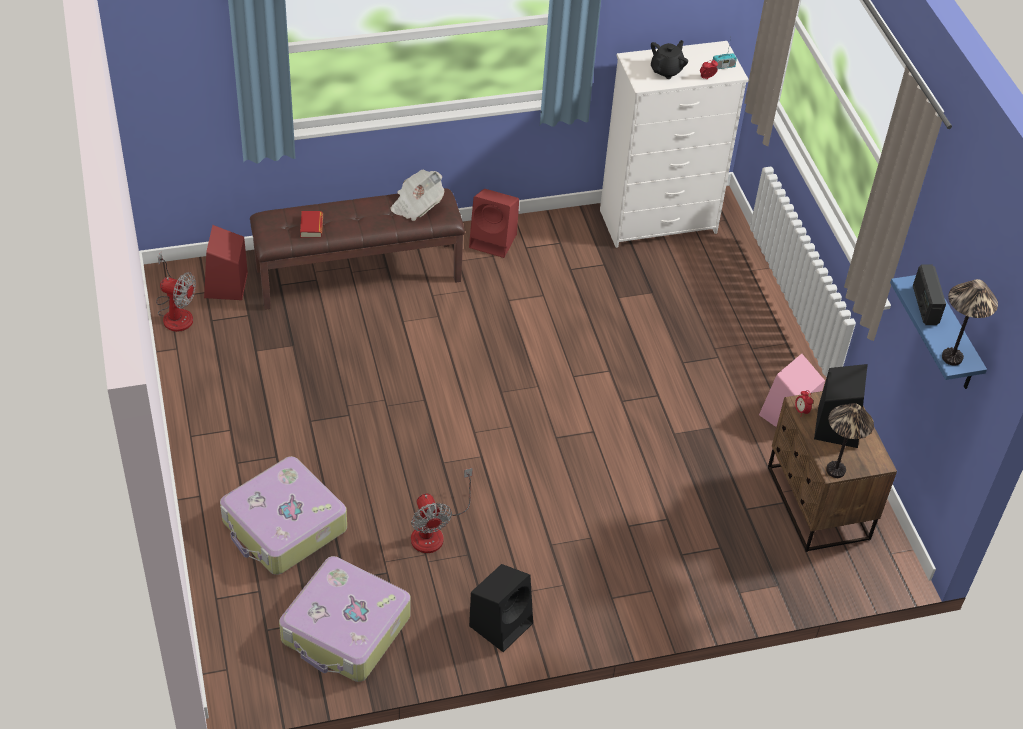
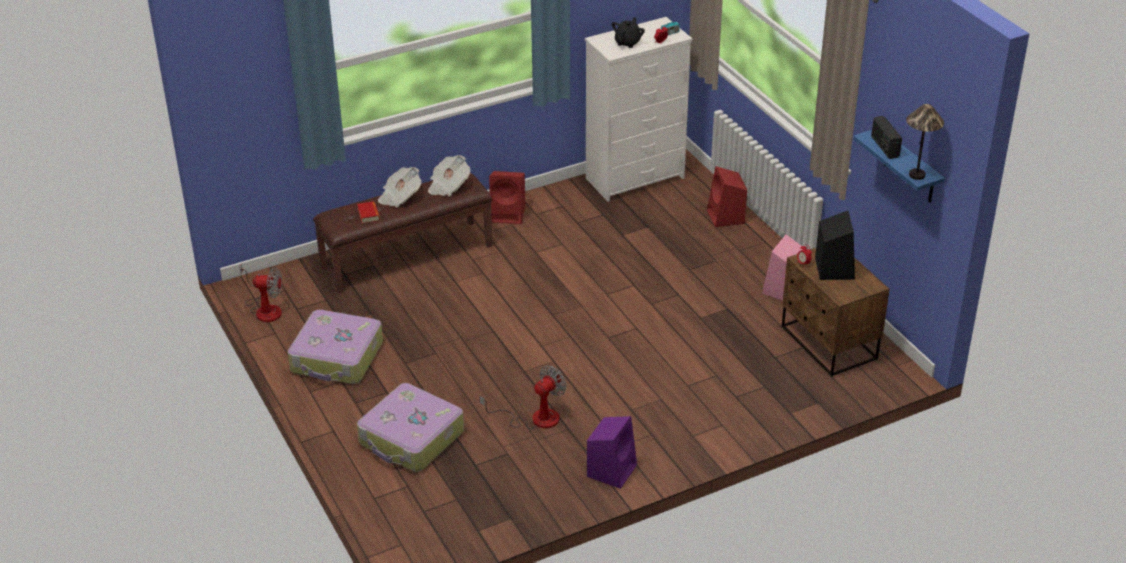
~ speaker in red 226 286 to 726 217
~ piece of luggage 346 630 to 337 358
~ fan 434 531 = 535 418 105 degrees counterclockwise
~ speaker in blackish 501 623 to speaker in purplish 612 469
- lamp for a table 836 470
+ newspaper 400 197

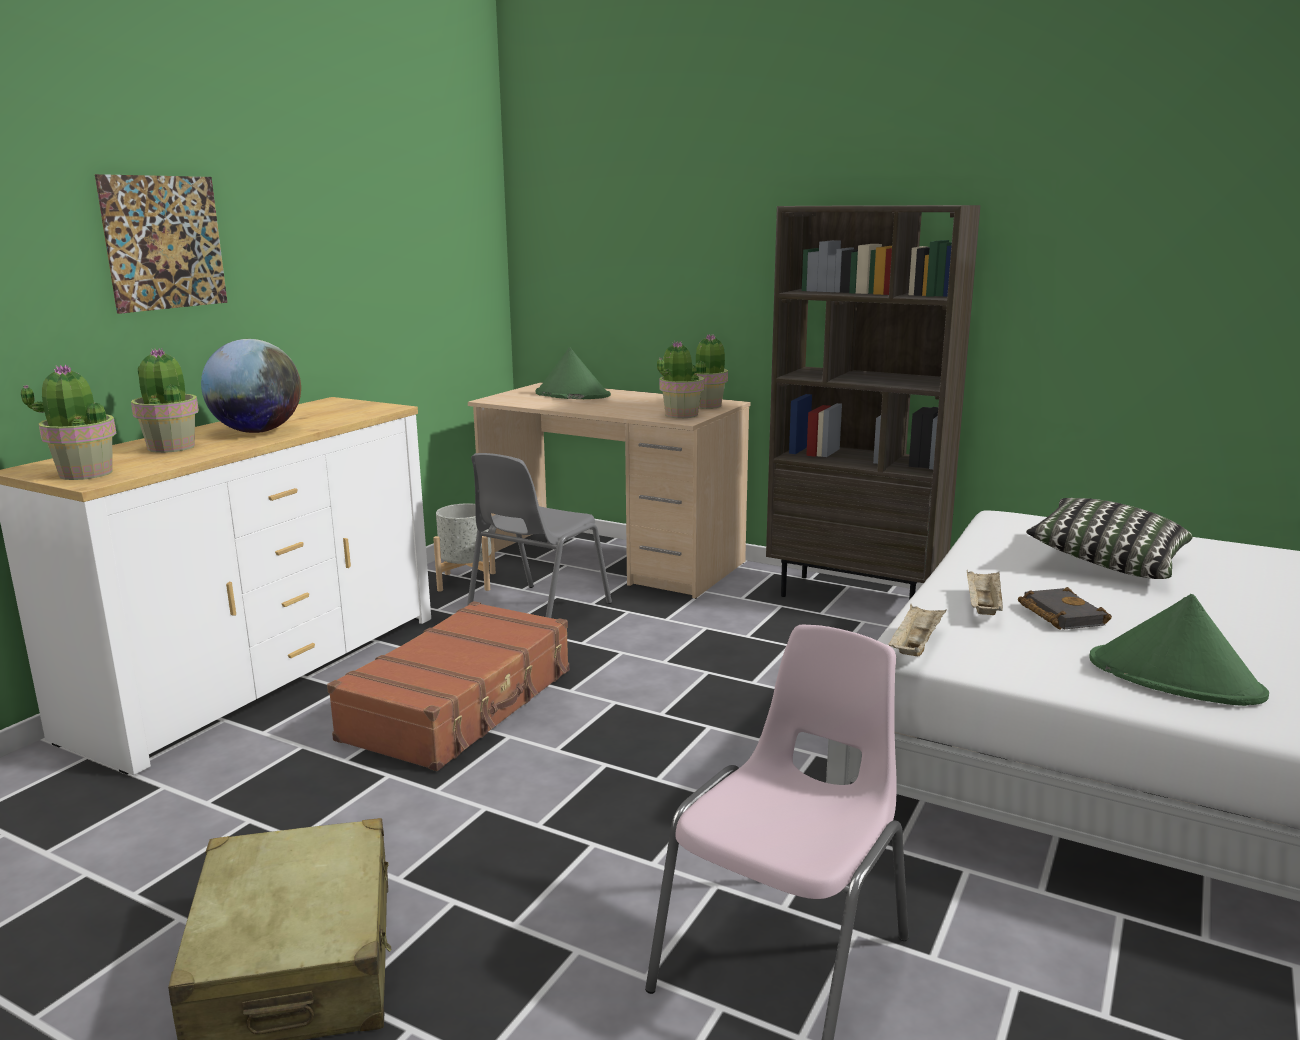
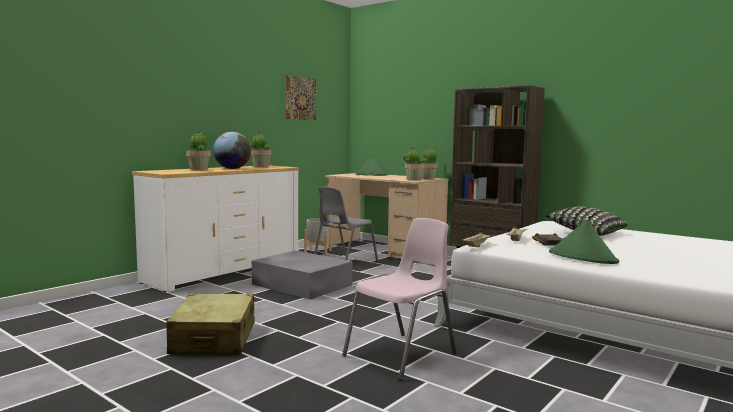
~ potted plant 85 473 to 260 167
~ wall art 164 242 to 301 98
~ piece of luggage in brownish 461 705 to storage box in greyish 301 284

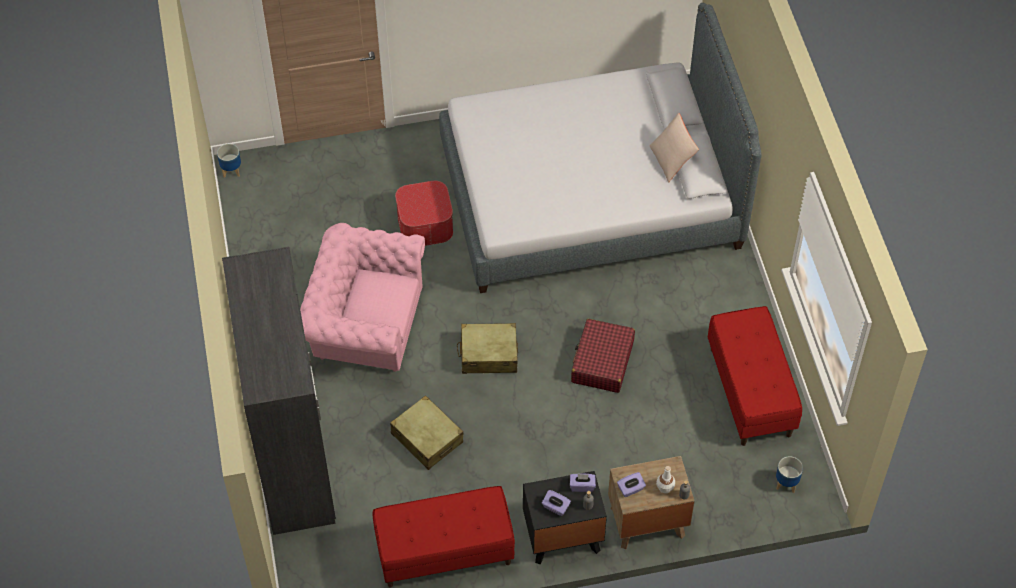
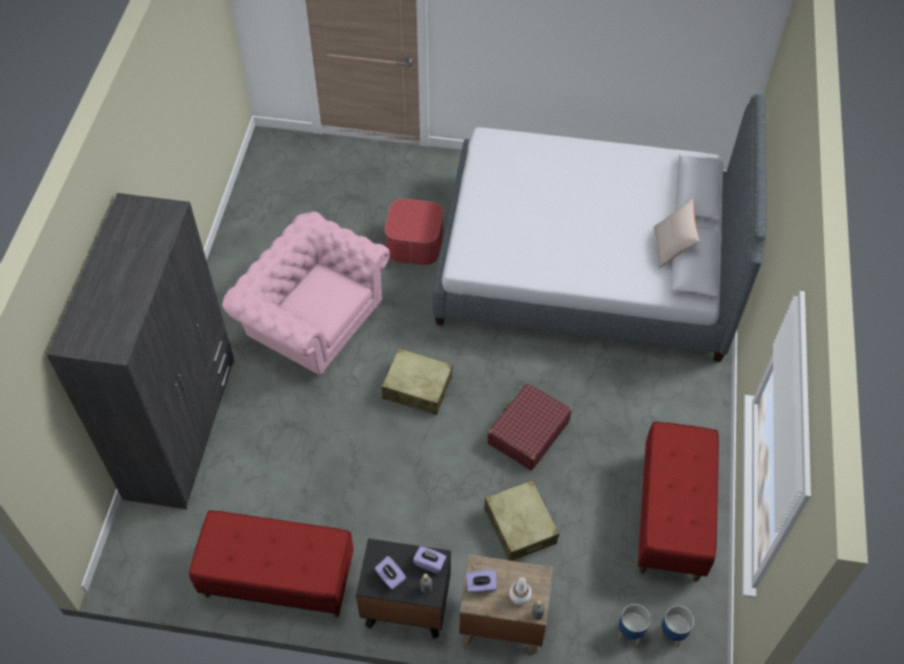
~ planter 231 171 to 630 632
~ piece of luggage in beige 427 438 to 520 526

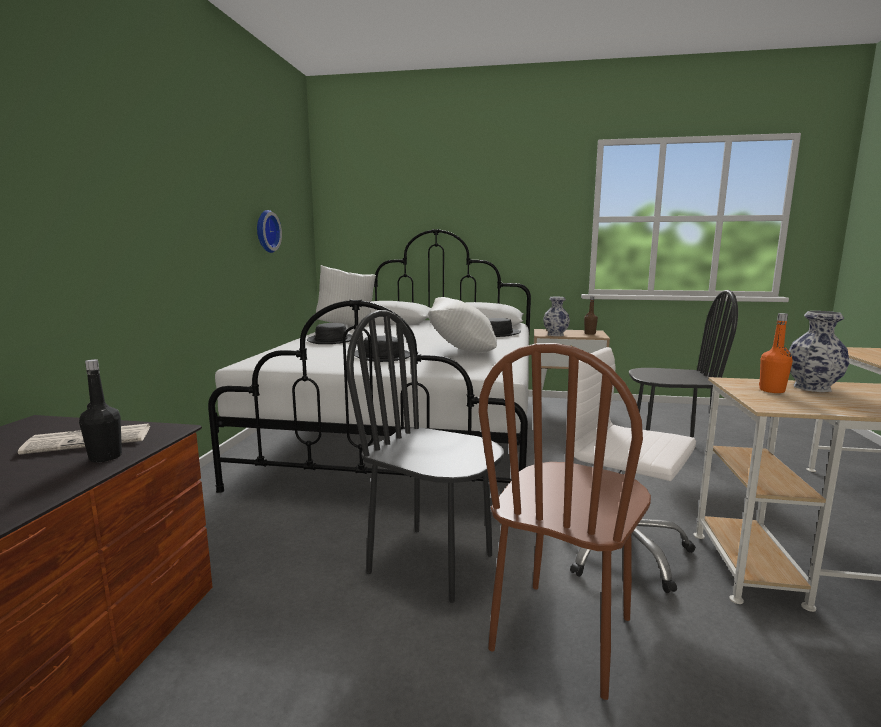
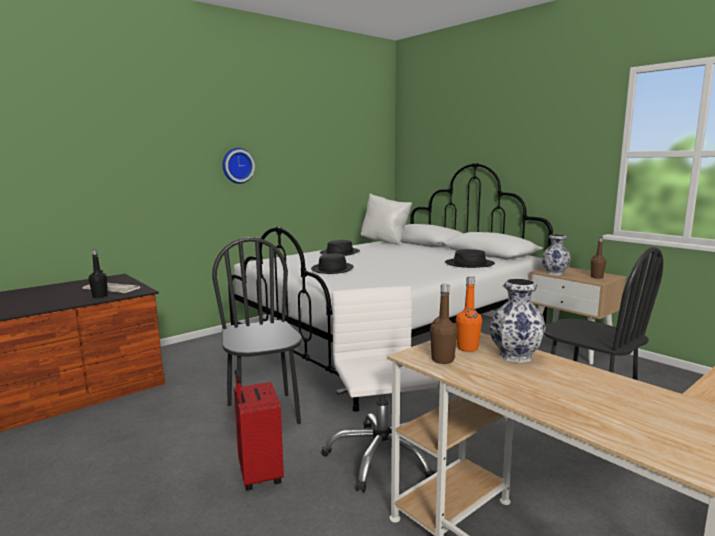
~ clock on the wall 265 231 to 237 165
- cushion in white-coloured 462 351
~ chair in brownish 563 634 to piece of luggage in red 258 475
+ drink bottle in brownish 442 360

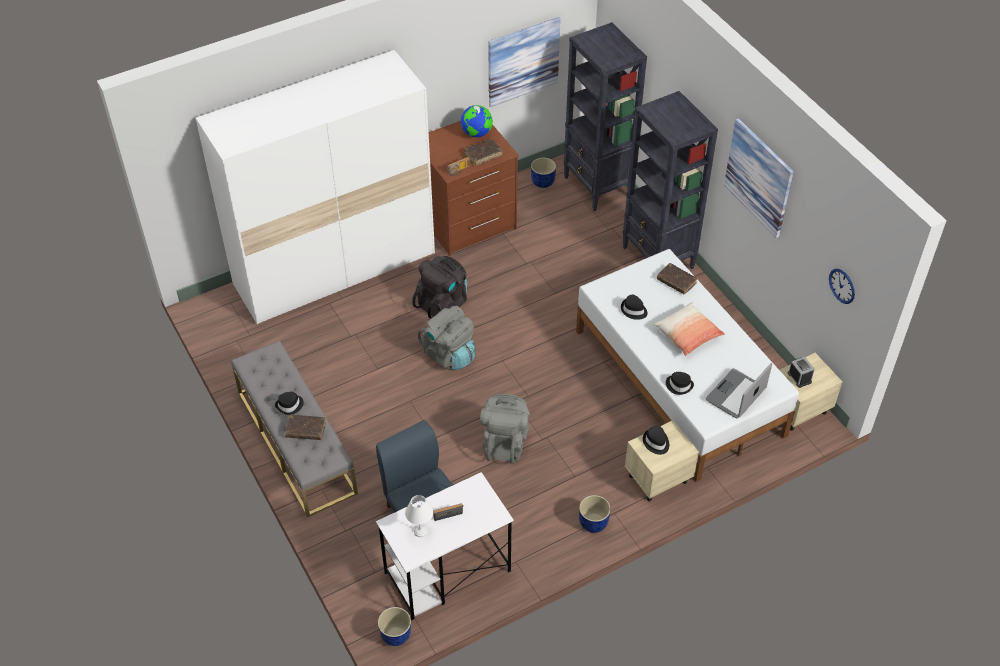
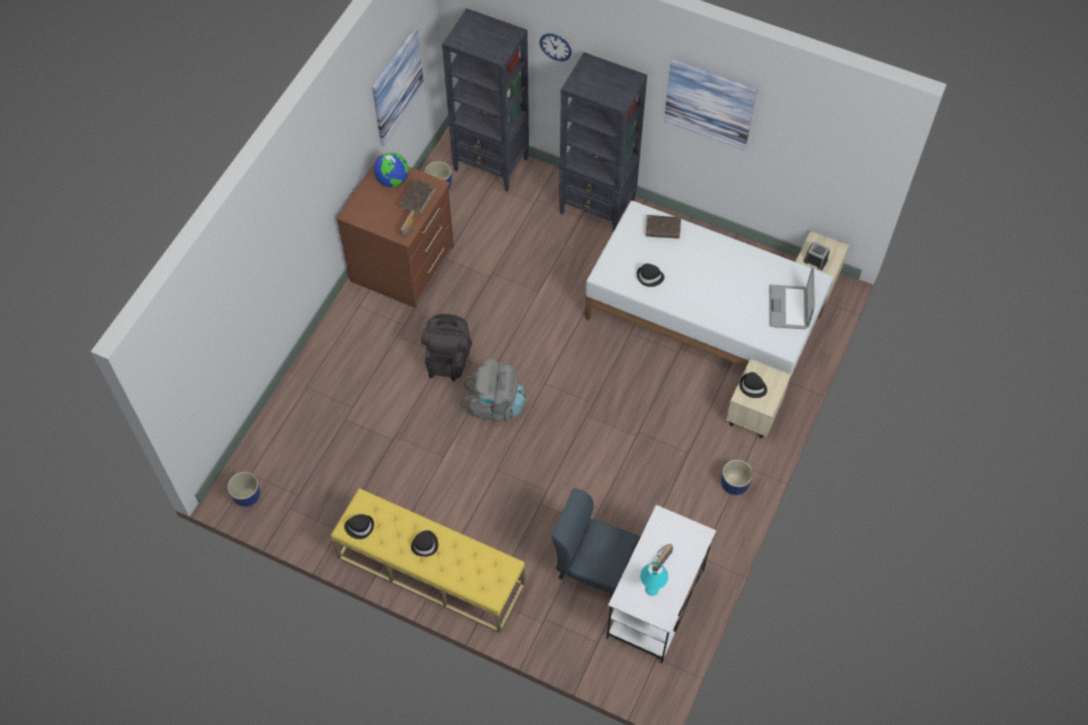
- armoire in white-coloured 335 269
~ indoor bench in greyish 296 442 to indoor bench in yellow-coloured 430 571
- book in brownish 306 430
~ planter 396 635 to 247 496
~ lamp for a table in white-coloured 421 532 to lamp for a table in blue-green 652 589
- rucksack in greyish 504 442
- cushion 688 335
~ clothing hat in blackish 679 385 to 359 527
~ clock on the wall 842 286 to 555 47

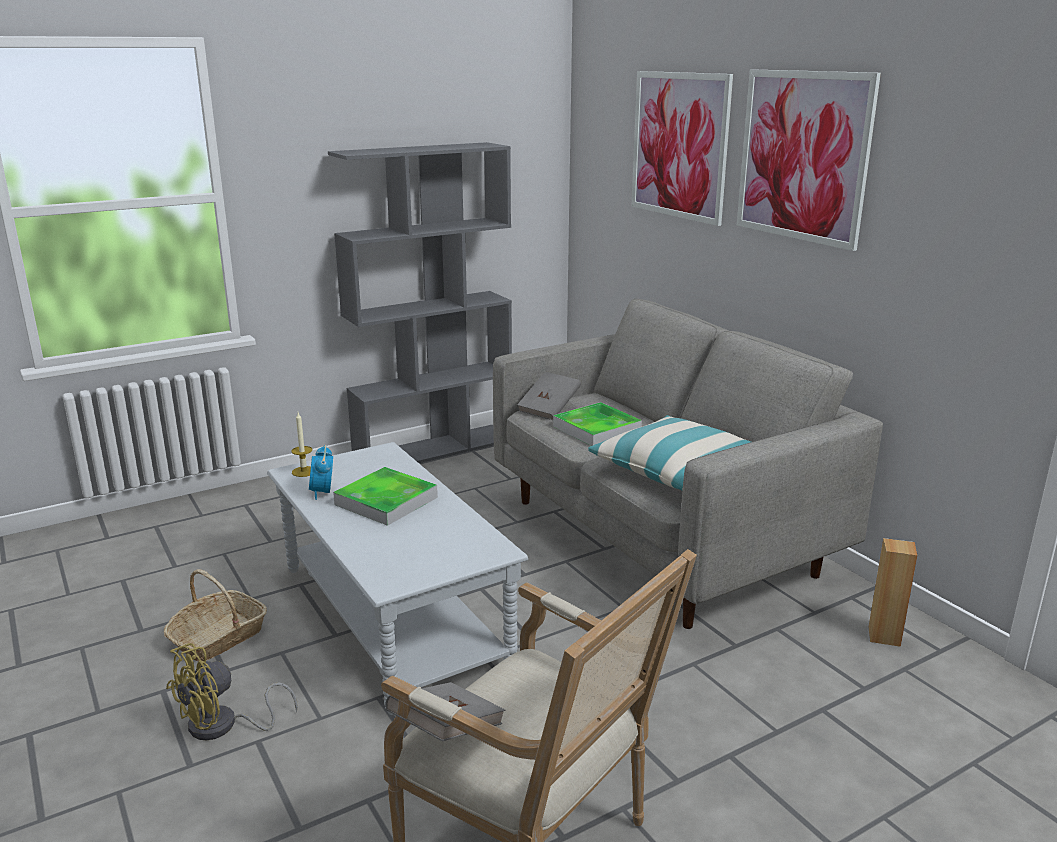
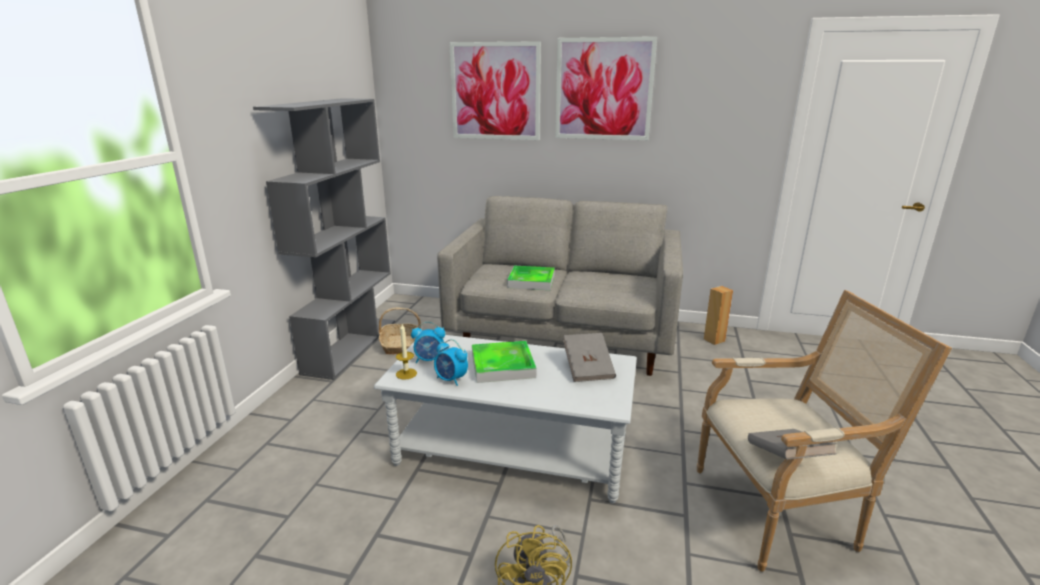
~ basket 218 637 to 400 345
~ book in greyish 549 409 to 588 369
- cushion 675 469
+ table clock 429 360

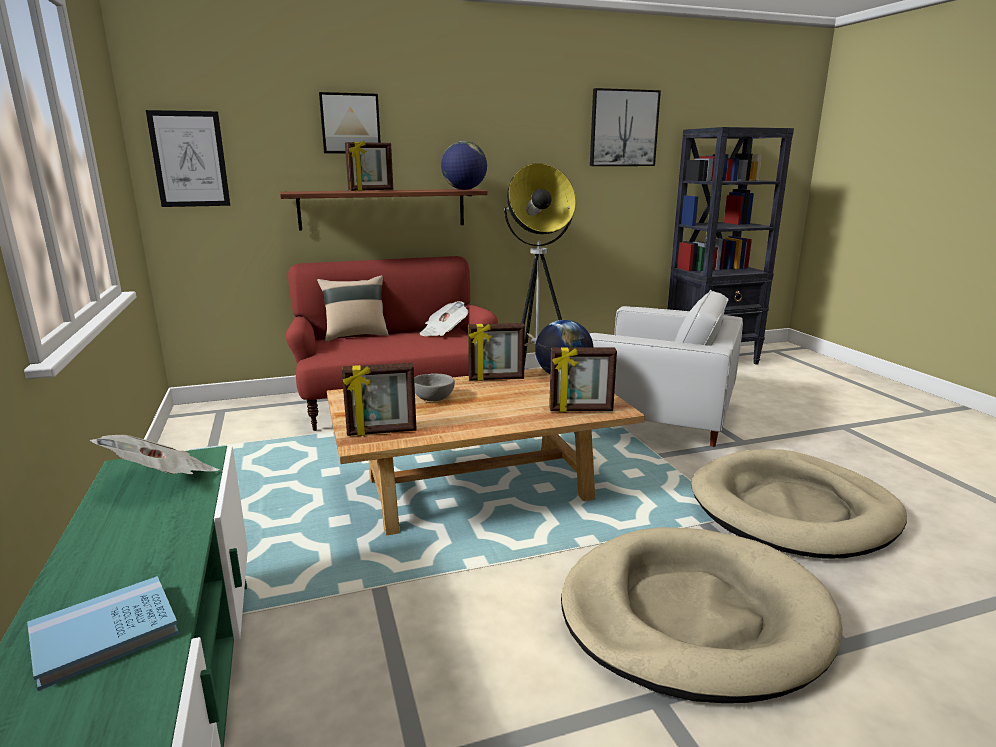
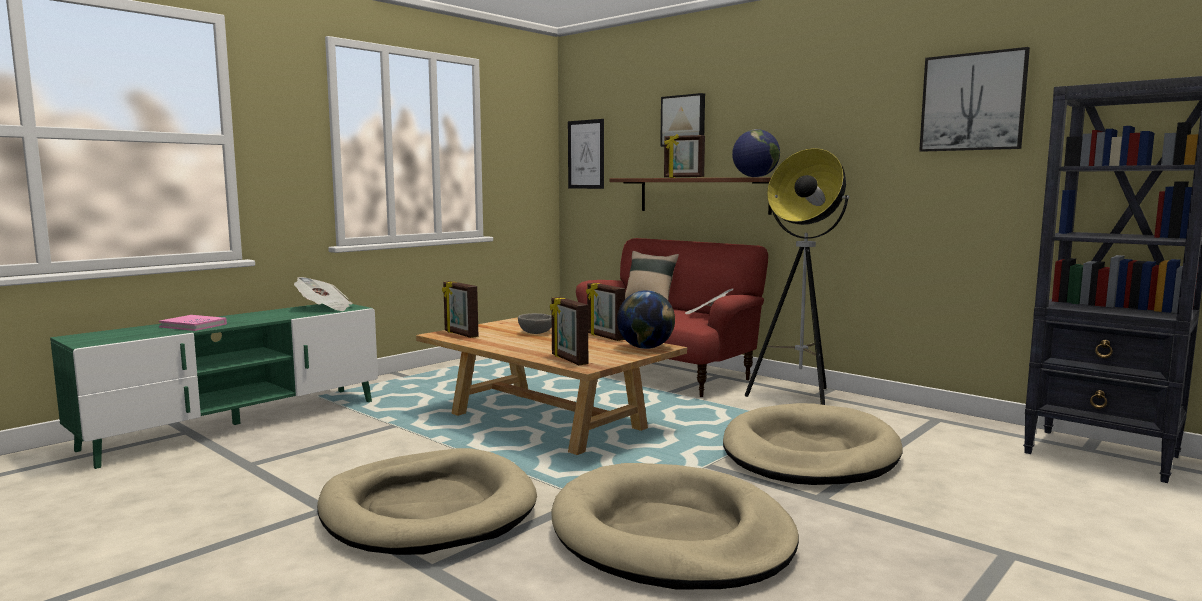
~ book in blue 105 634 to book in pink-coloured 193 325
~ armchair in white-coloured 657 418 to dog cushion in beige 809 453

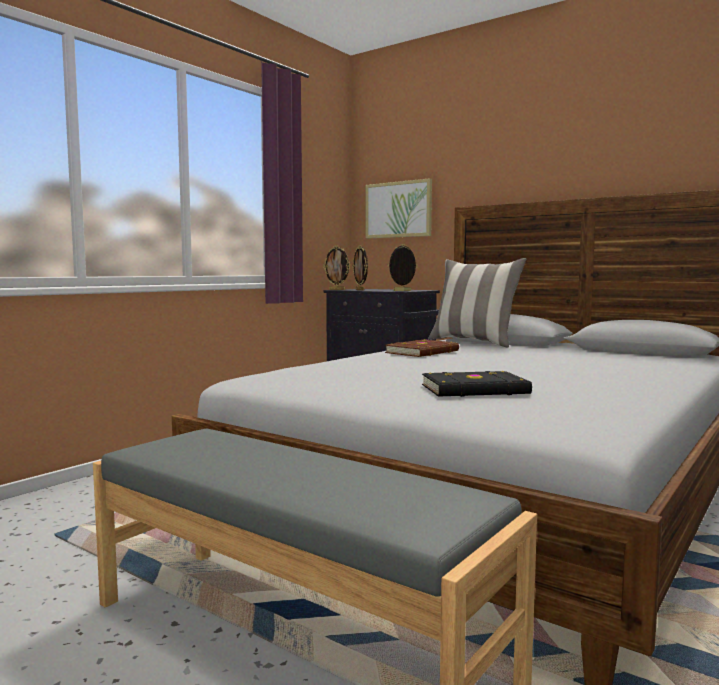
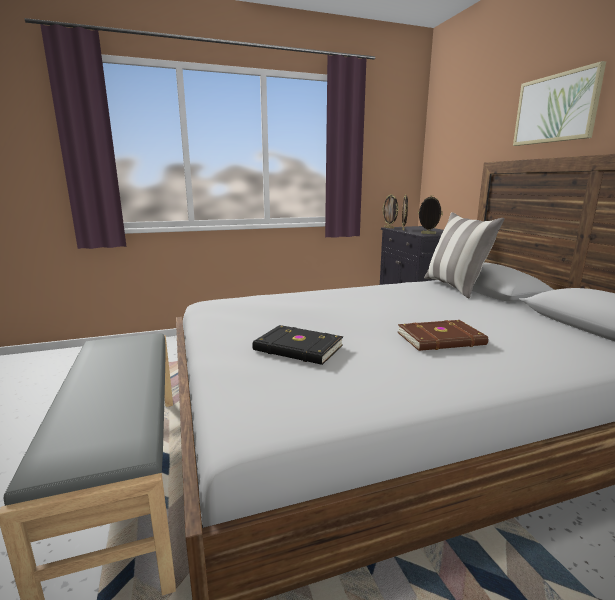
~ wall art 398 209 to 555 108
~ book in brownish 423 352 to 441 339

